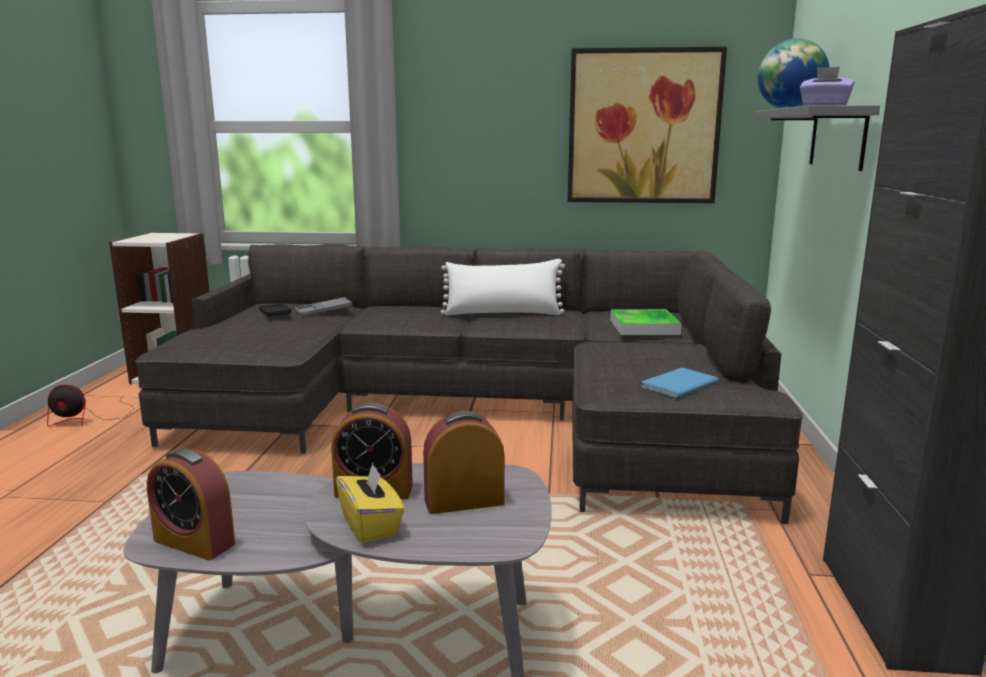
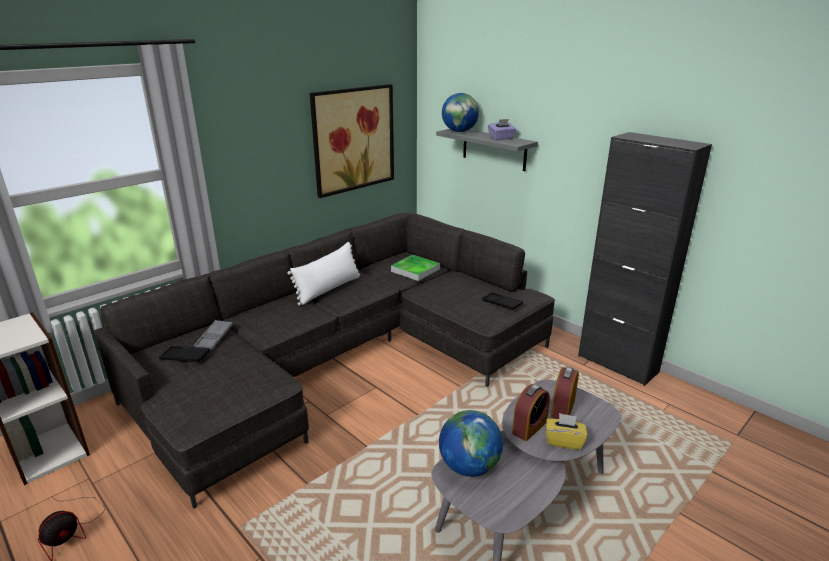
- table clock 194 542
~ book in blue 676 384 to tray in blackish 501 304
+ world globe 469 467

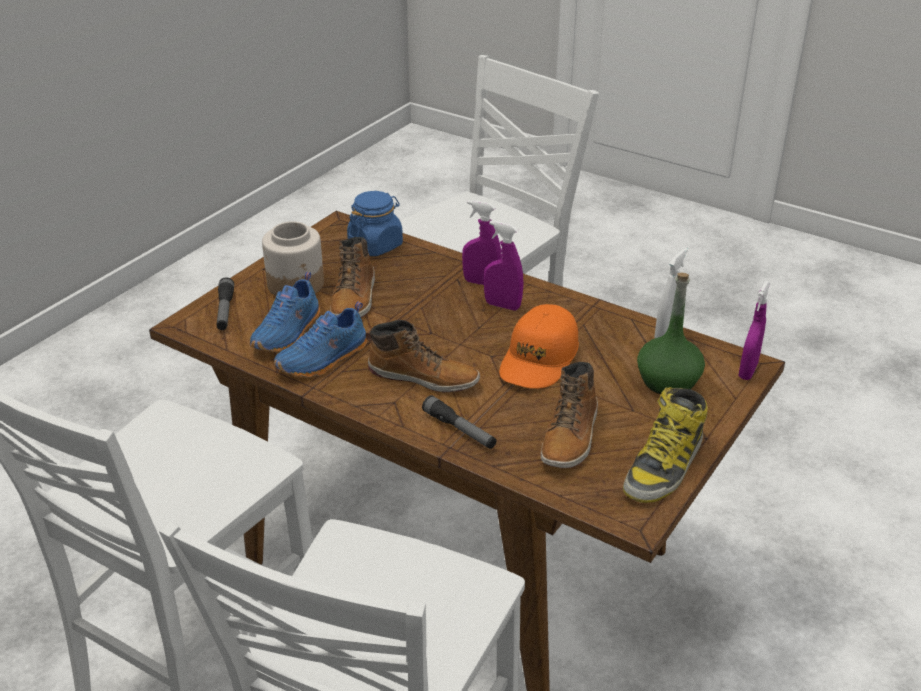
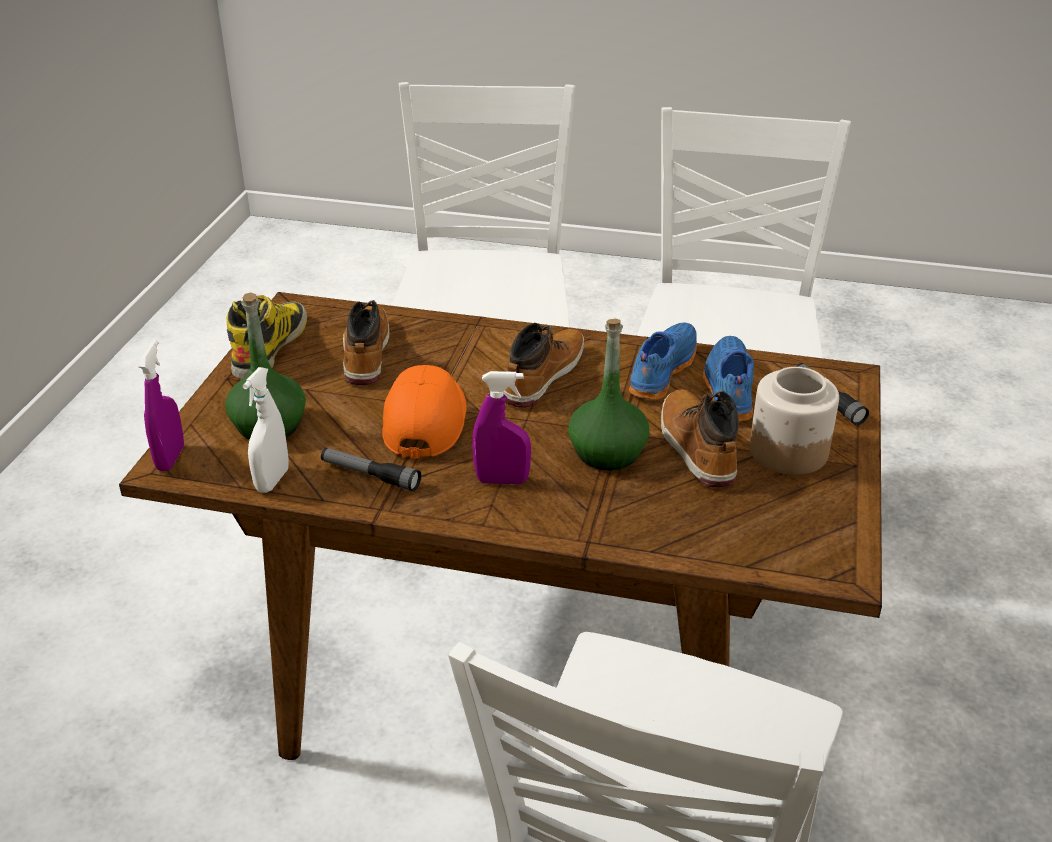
- storage jar in blue 375 245
~ tall boot 423 377 = 542 376 120 degrees clockwise
~ torch 459 430 to 370 475
- spray bottle in purplish 481 282
+ drink bottle in green 607 452

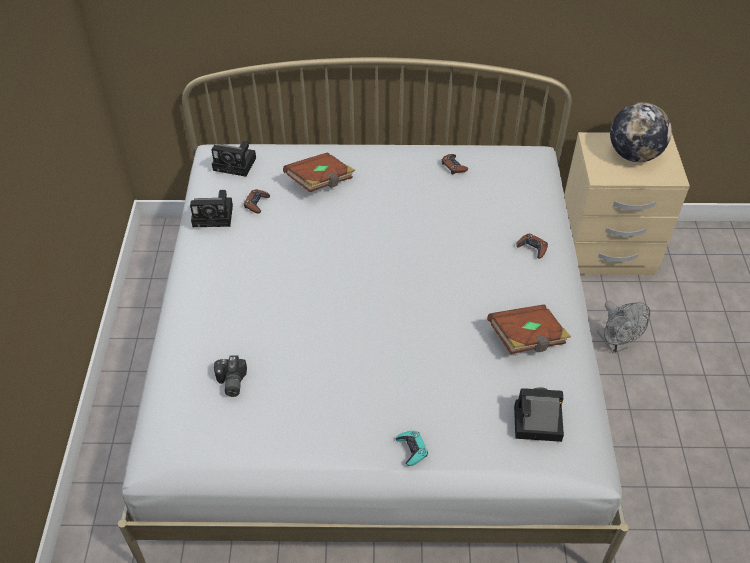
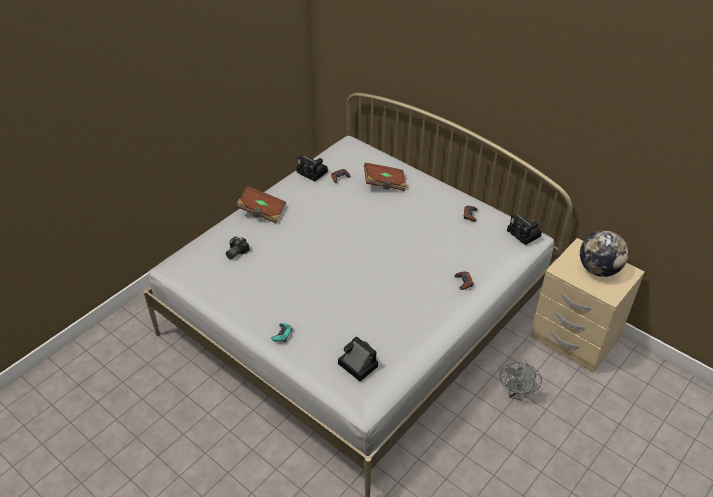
~ still camera 236 164 to 525 234
~ book in brownish 527 339 to 262 212

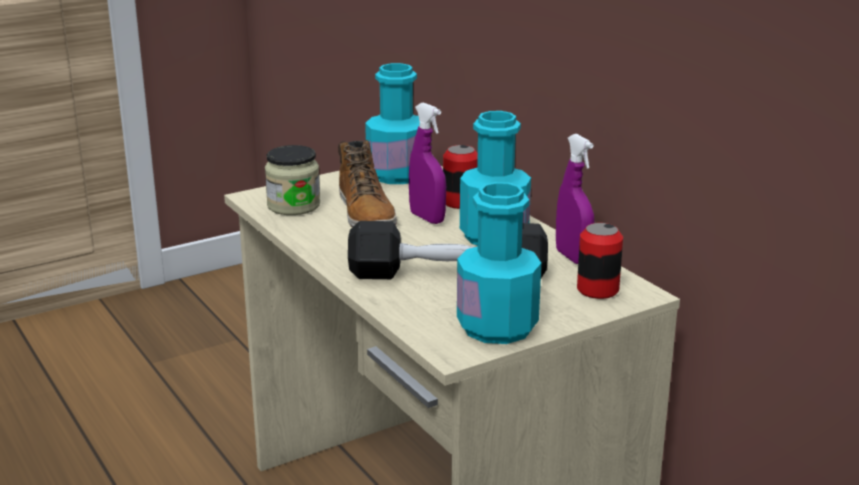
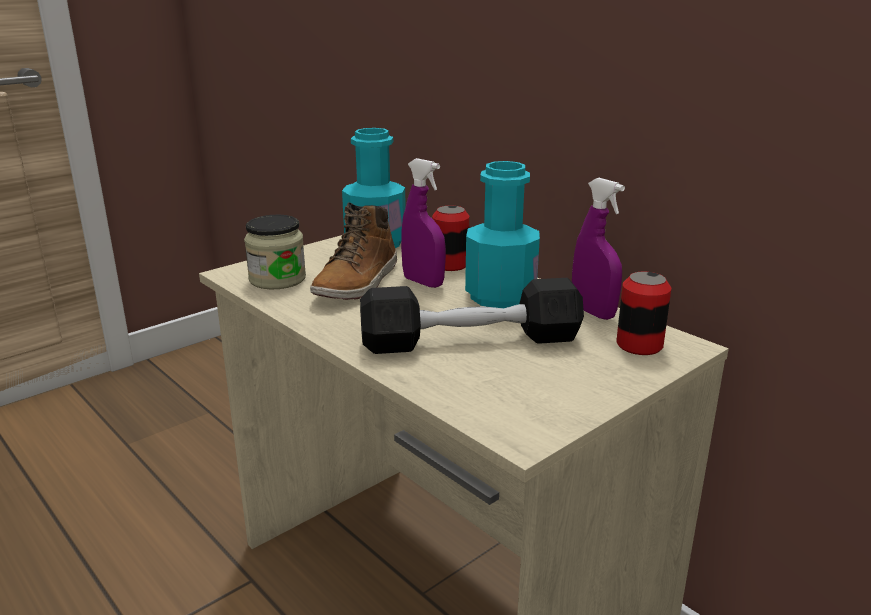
~ tall boot 366 214 = 358 282 45 degrees clockwise
- drink bottle in blue-green 497 327

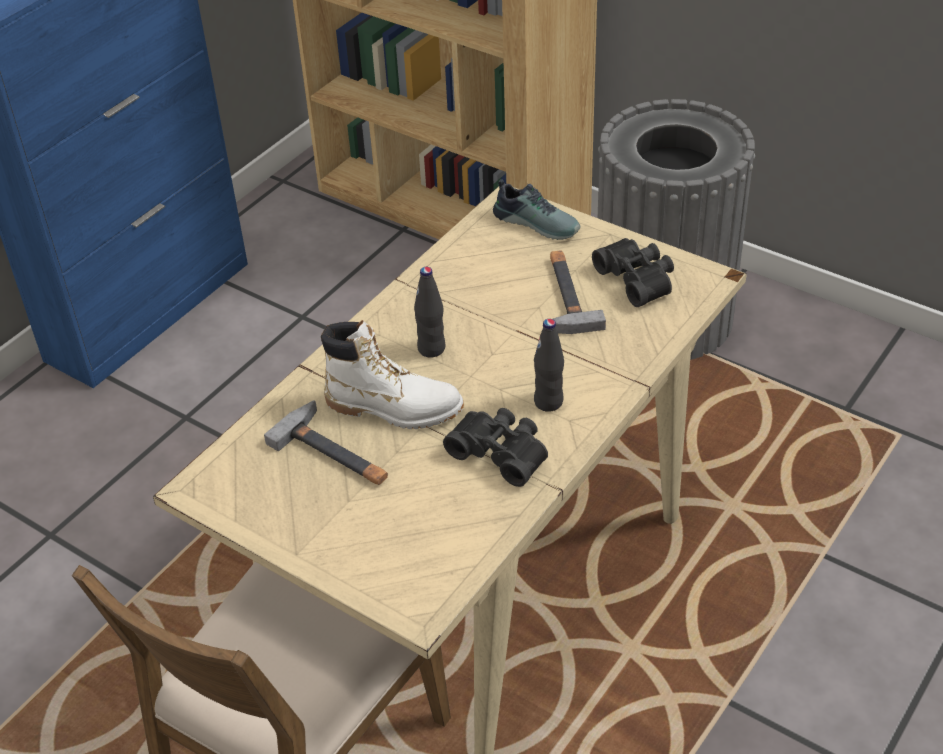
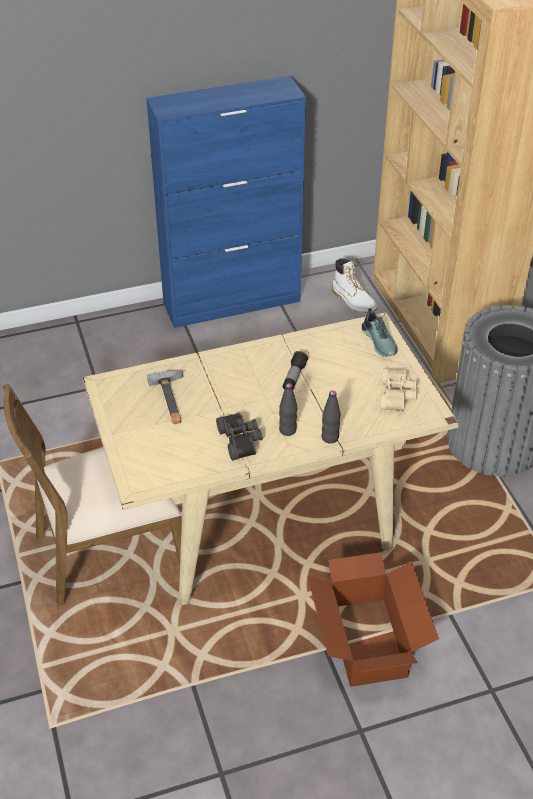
~ tall boot in white-coloured 394 408 to 353 301
~ drink bottle in blackish 431 348 to 330 438
- tool hammer 564 295
~ binoculars in blackish 638 279 to binoculars in beige 398 395
+ torch 294 377
+ packing box 368 641

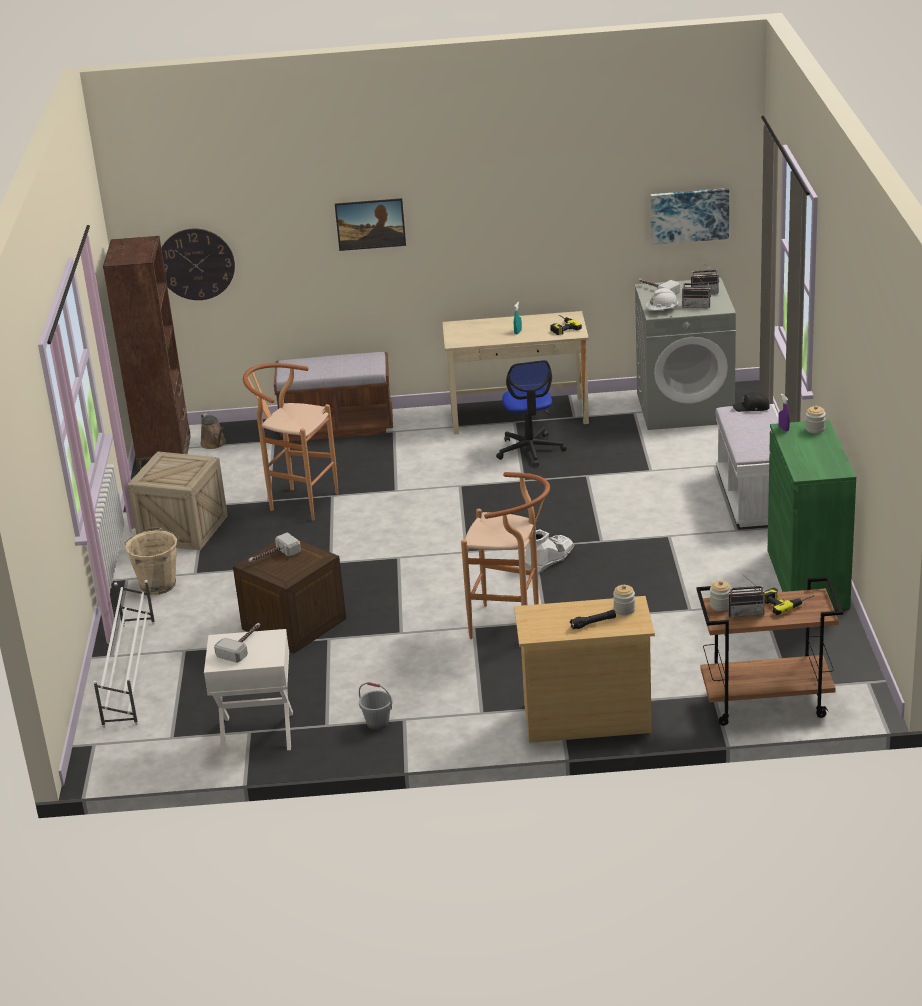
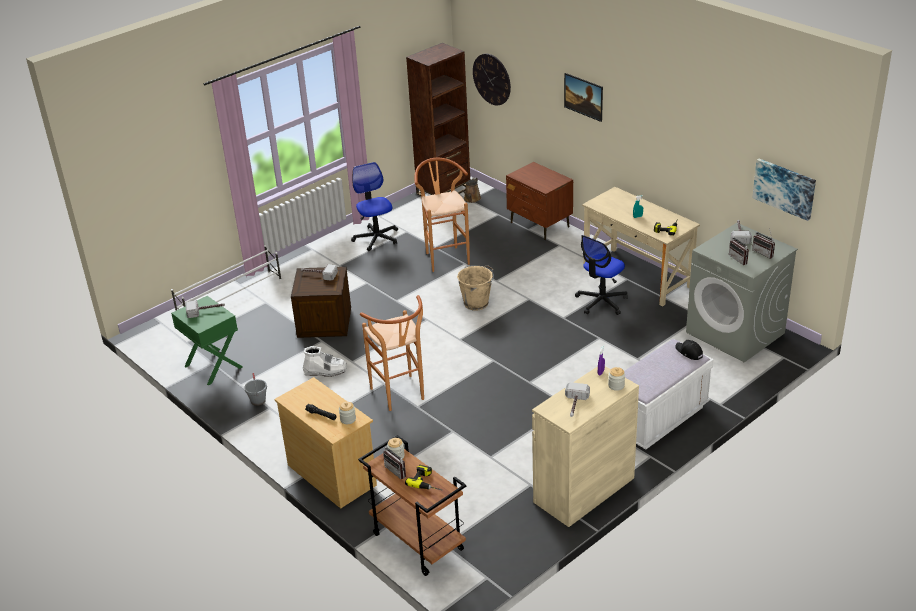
~ water bucket in beige 158 584 to 477 303
~ shipping crate 183 529 to desk chair 376 238
~ nightstand in white-coloured 257 733 to nightstand in green 213 367
~ indoor bench in brownish 337 427 to nightstand in brownish 539 225
~ tall boot in white-coloured 548 560 to 325 370
- safety helmet in white-coloured 662 310
~ cupboard in green 807 578 to cupboard in beige 584 490
+ tool hammer 575 405

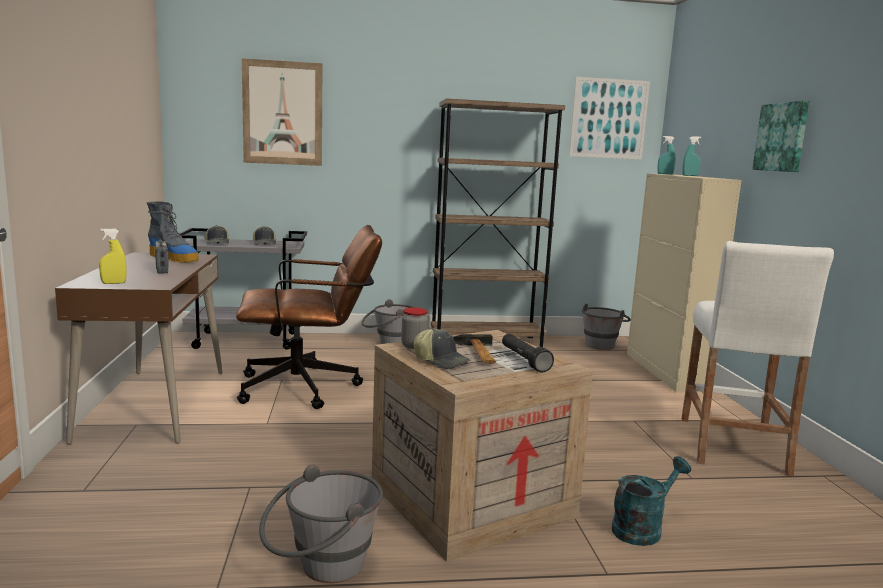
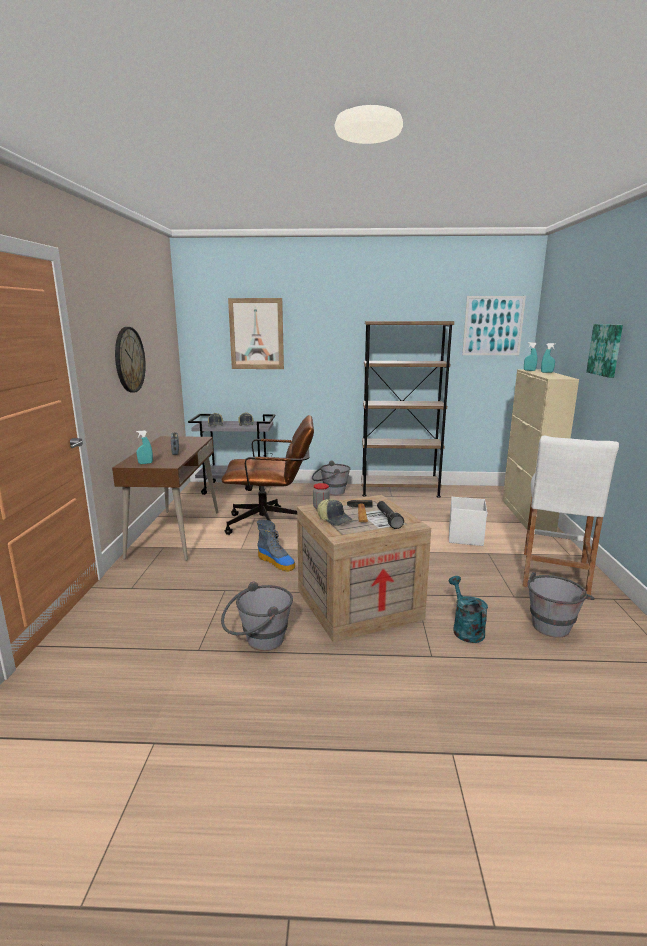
~ spray bottle in yellow-coloured 113 283 to spray bottle in blue-green 145 463
~ tall boot 174 258 to 277 562
~ water bucket in greyish 602 344 to 553 623
~ sprinkling can in blue-green 642 528 = 465 629 75 degrees counterclockwise
+ clock on the wall 129 360
+ storage box in white-coloured 465 537

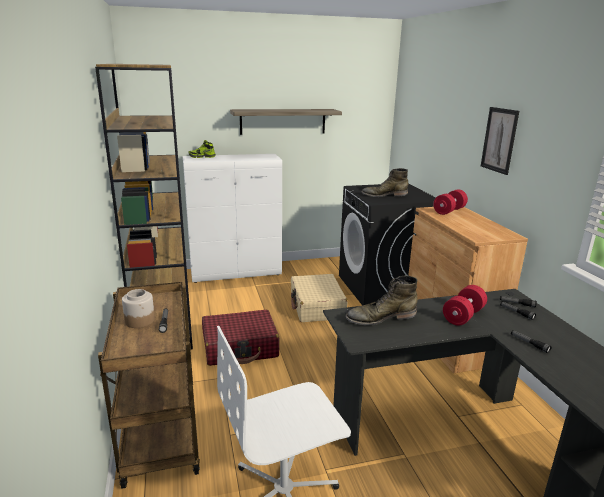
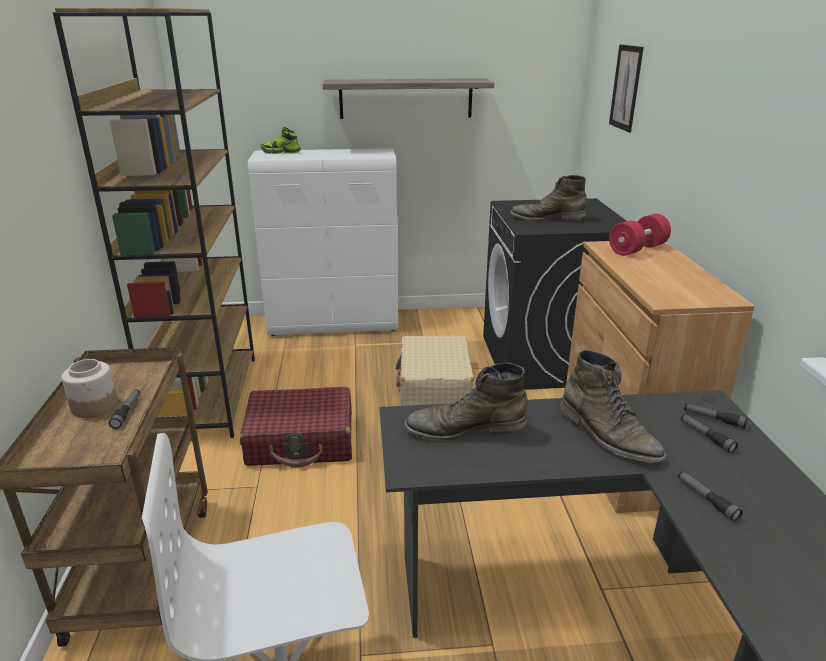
~ hand weight in red 463 316 to tall boot in green 608 435
~ wall art 499 140 to 626 87

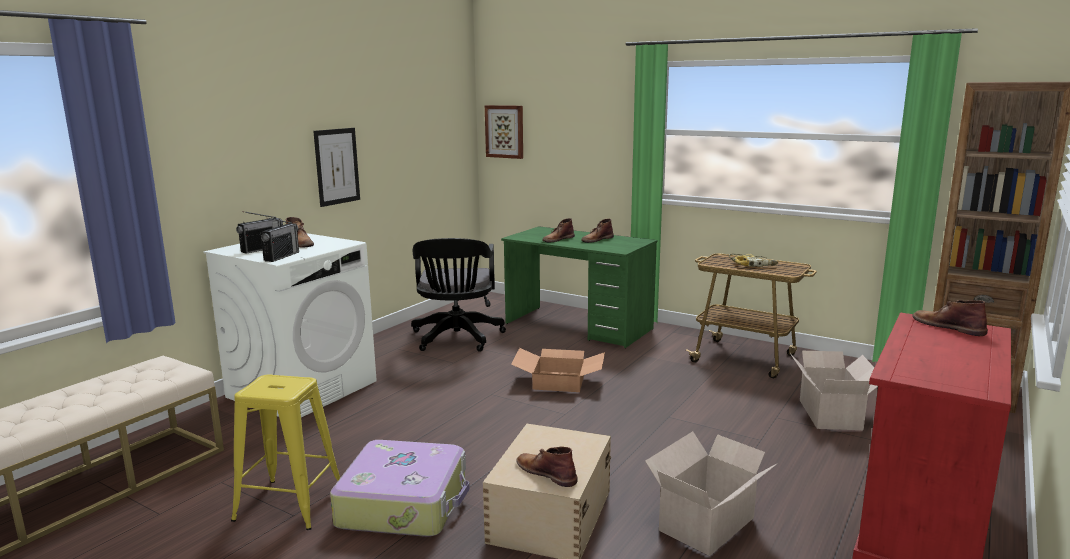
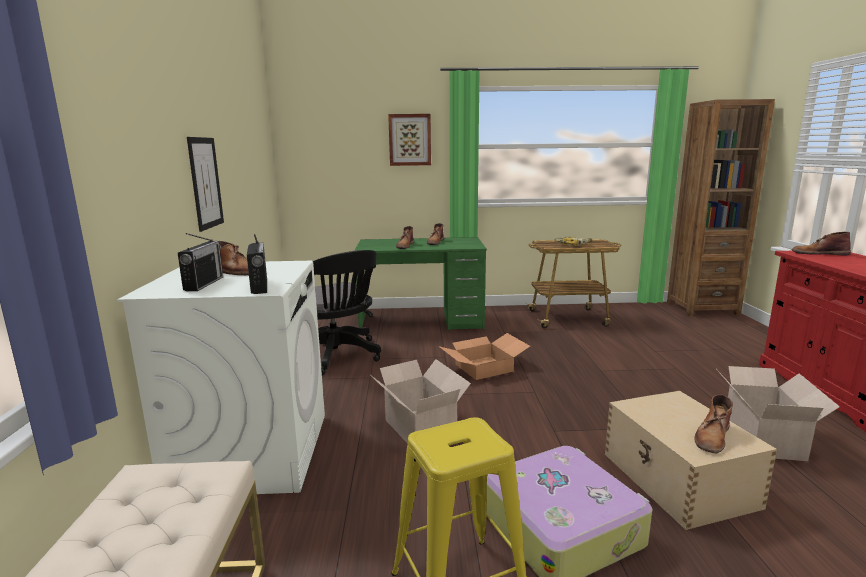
~ wall art 505 131 to 410 140
~ tall boot in brownish 546 472 = 712 437 60 degrees counterclockwise
~ packing box 830 413 to 419 428

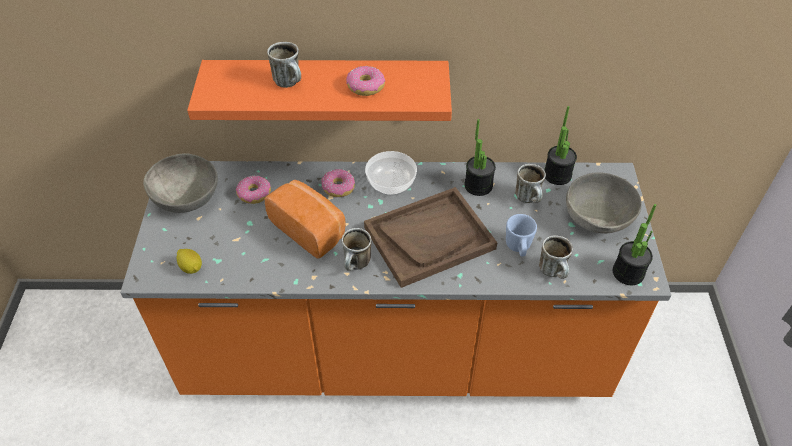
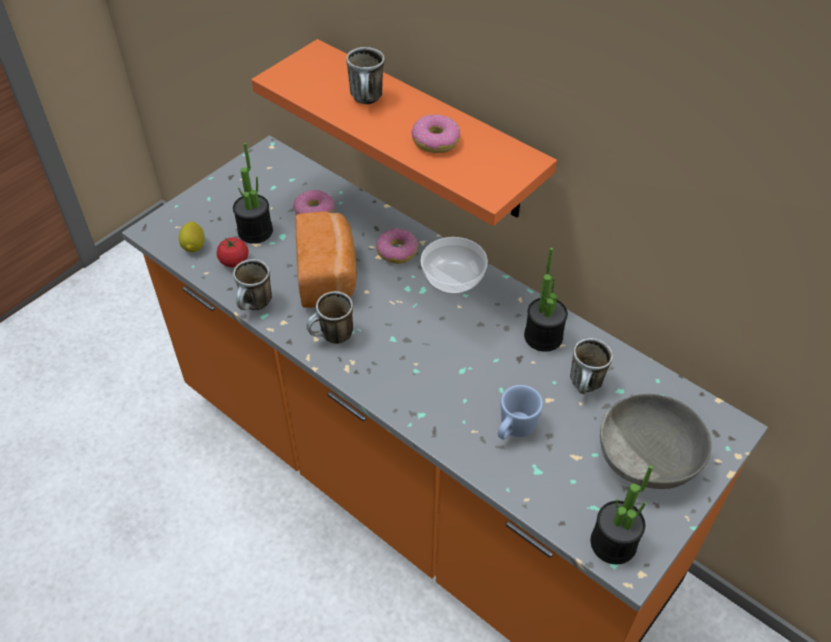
- deep dish in greyish 186 198
- tray in brownish 429 238
~ mug 554 272 to 255 306
~ potted plant 557 175 to 255 231
+ fresh tomato 234 261

